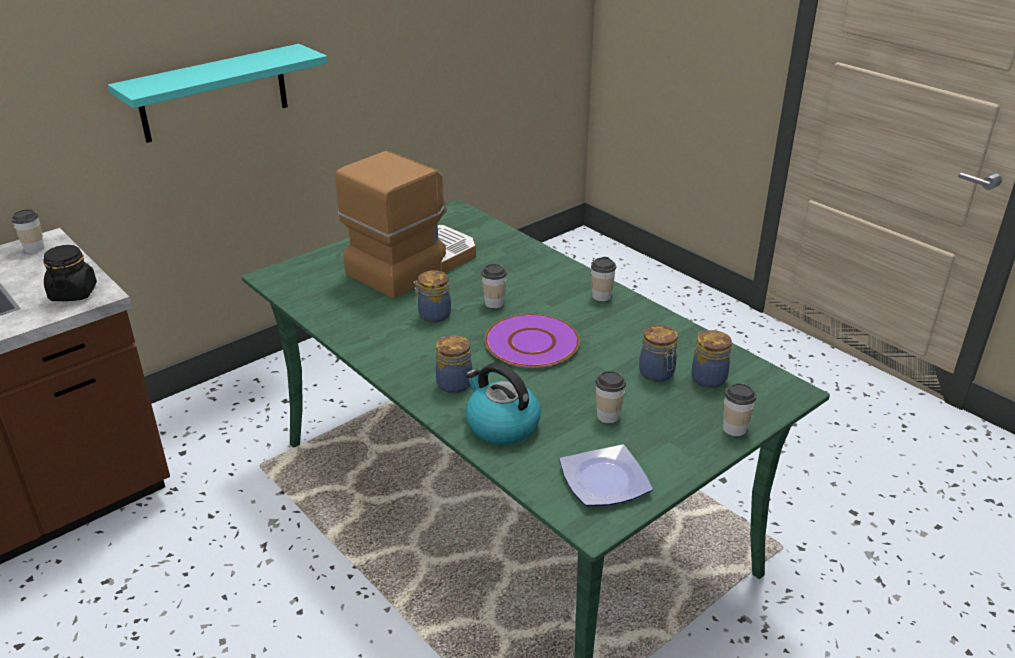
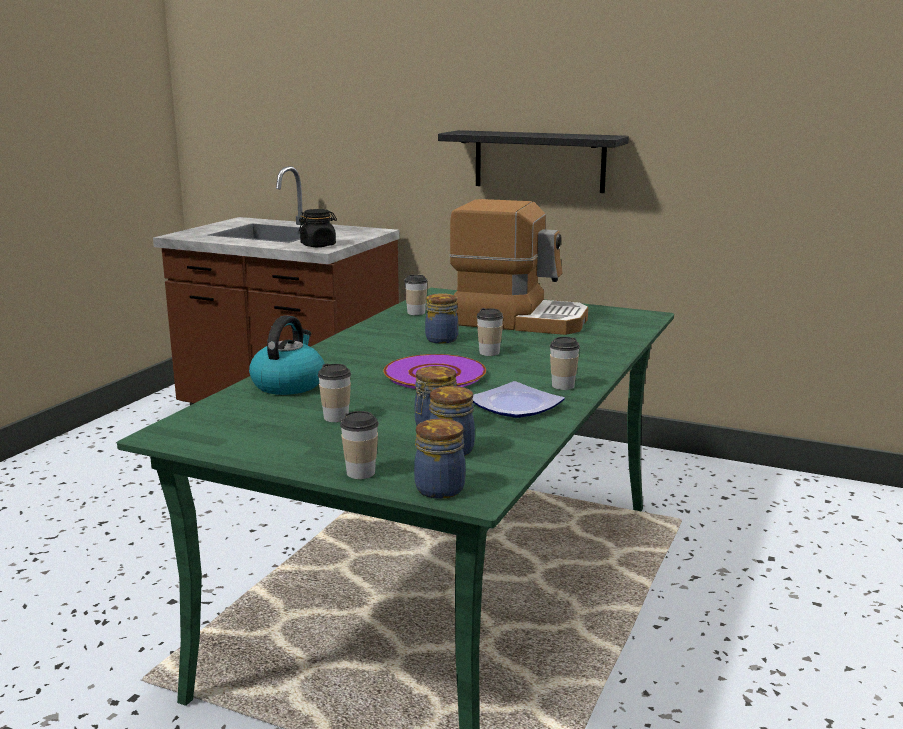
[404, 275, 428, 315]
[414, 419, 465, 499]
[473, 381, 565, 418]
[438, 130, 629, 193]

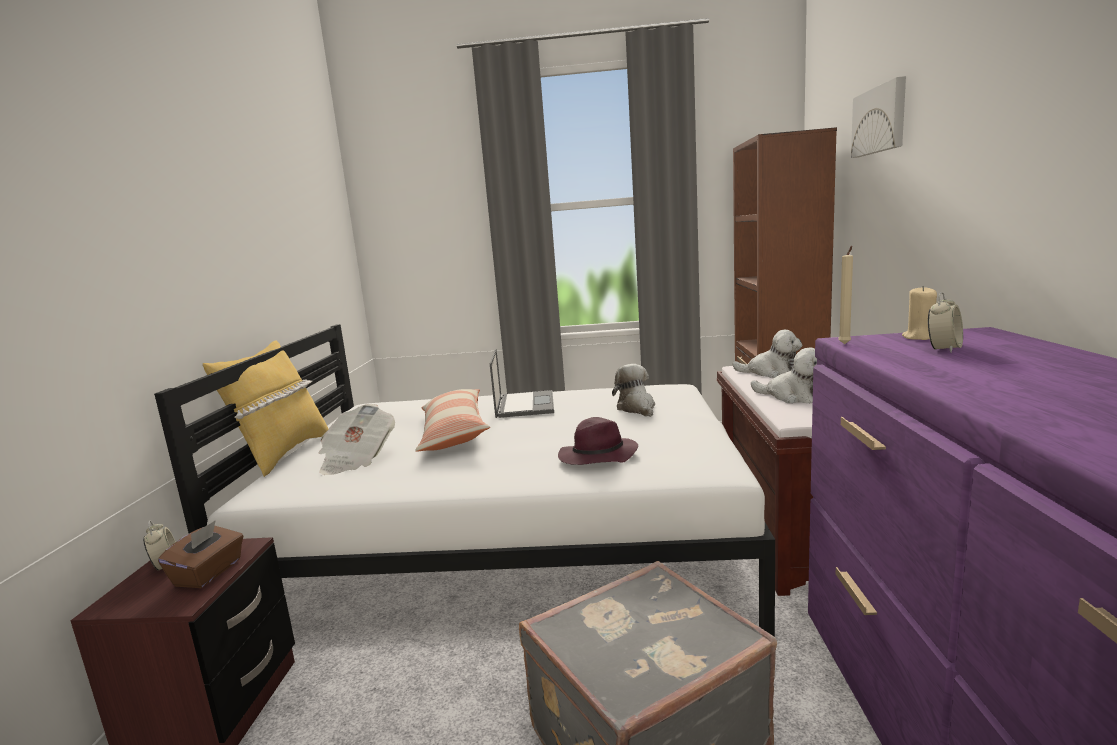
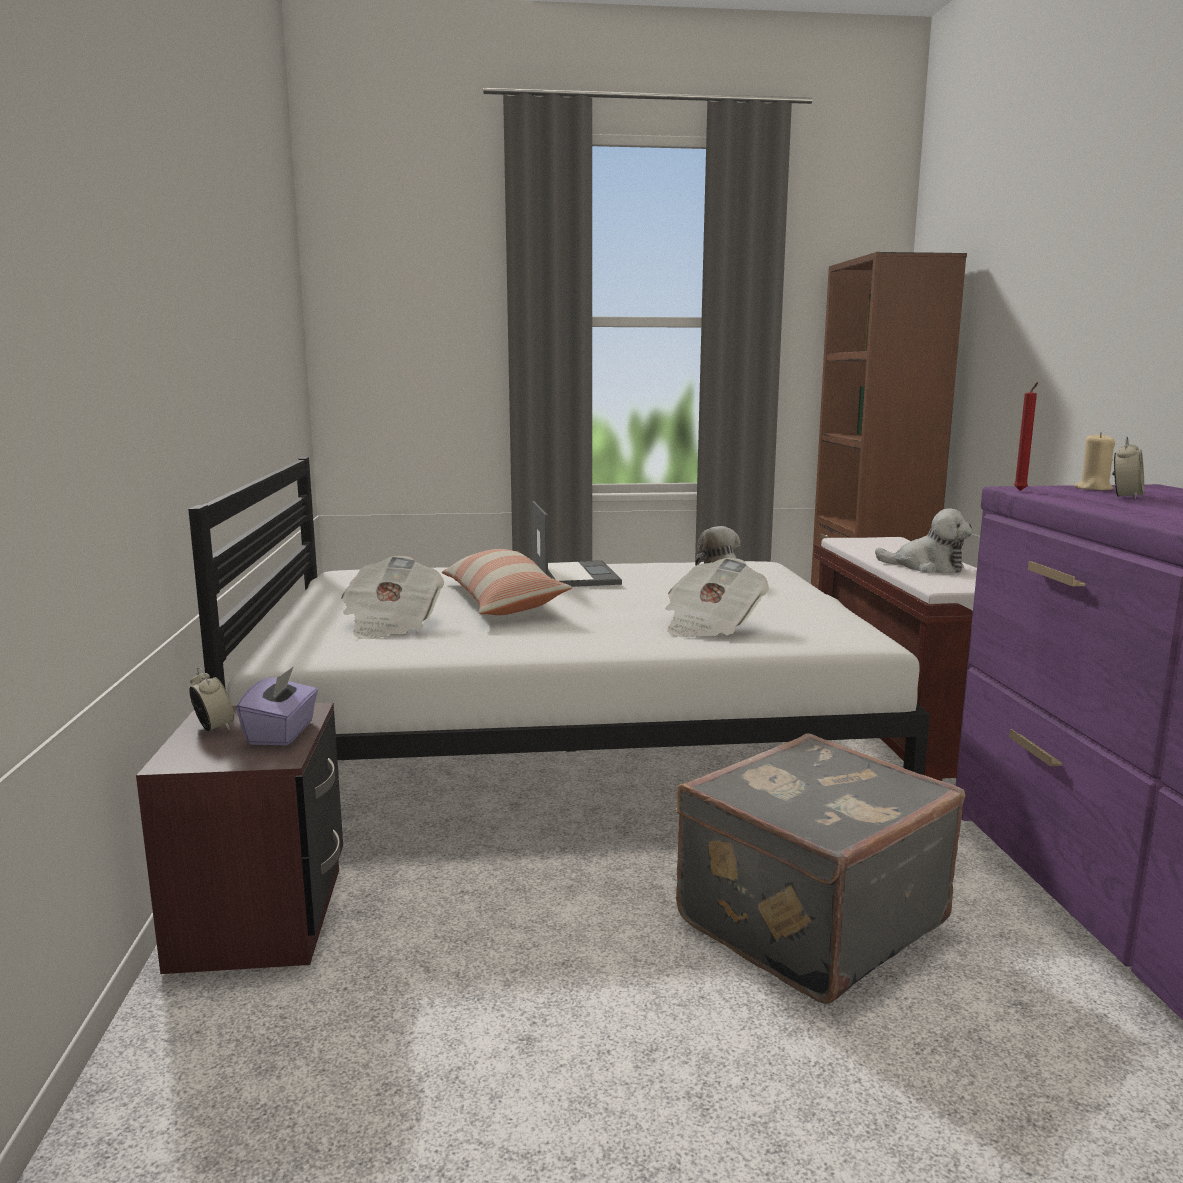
[203, 340, 329, 477] (first image)
[732, 330, 802, 378] (first image)
[851, 76, 906, 158] (first image)
[665, 558, 769, 637]
[236, 666, 318, 745]
[1014, 382, 1038, 491]

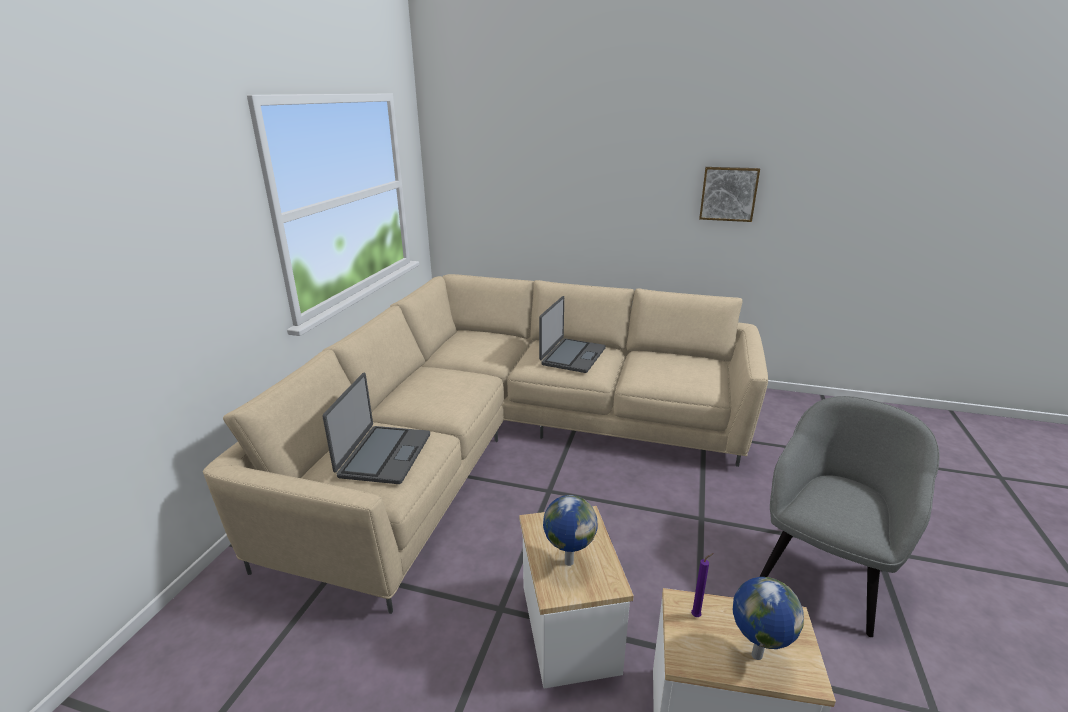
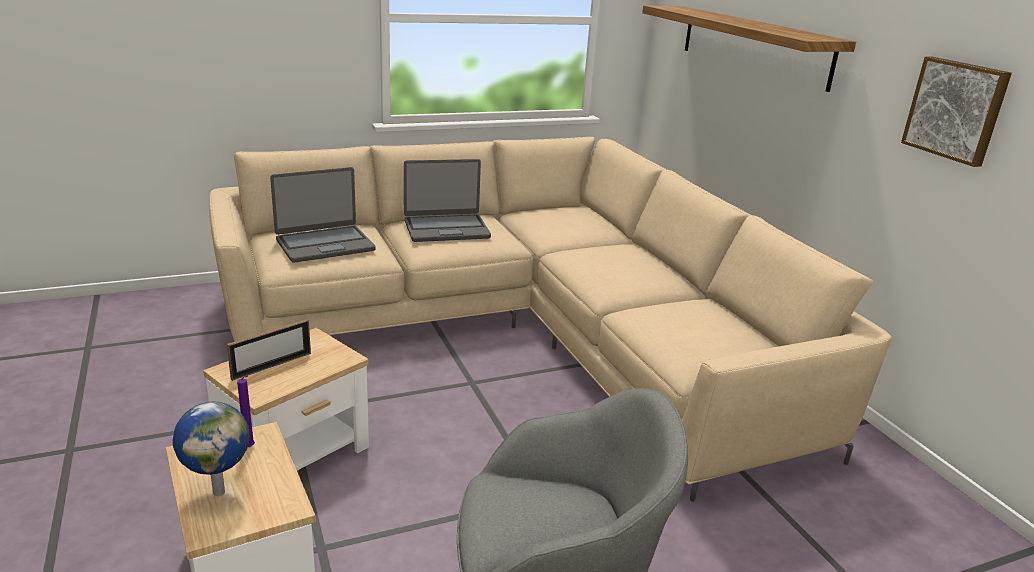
[642, 5, 856, 92]
[404, 159, 491, 242]
[227, 319, 311, 381]

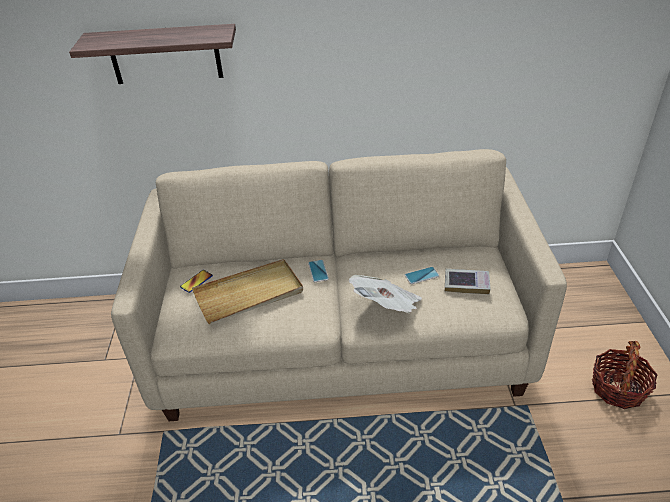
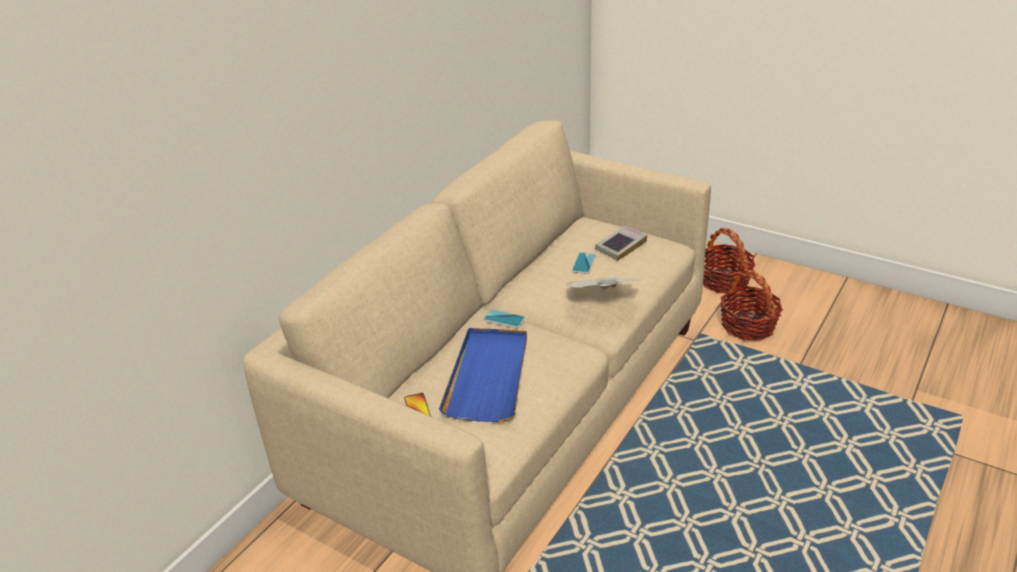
[69, 24, 236, 84] (first image)
[720, 270, 783, 341]
[439, 328, 527, 422]

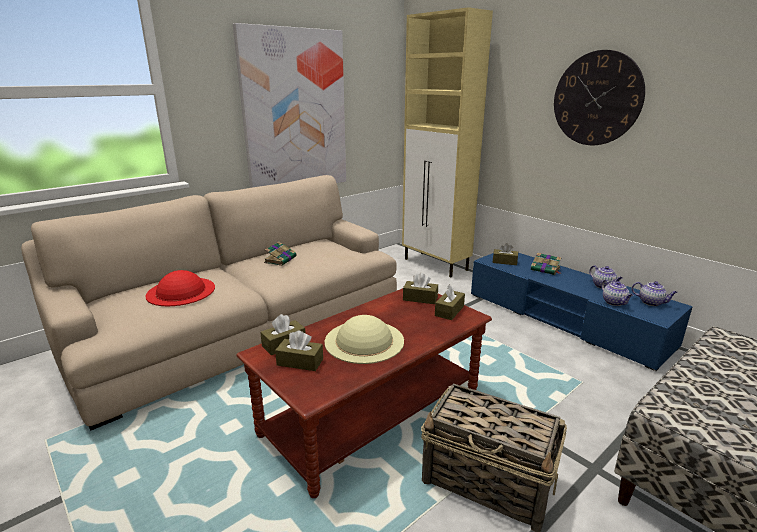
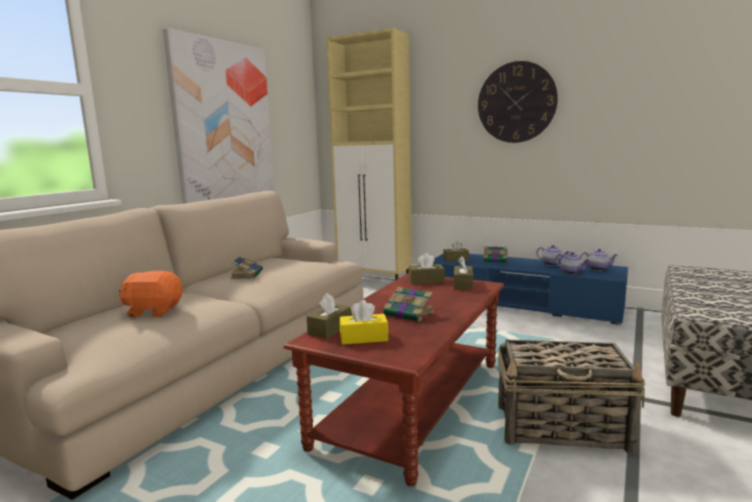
[119, 271, 183, 317]
[383, 287, 434, 322]
[339, 300, 389, 345]

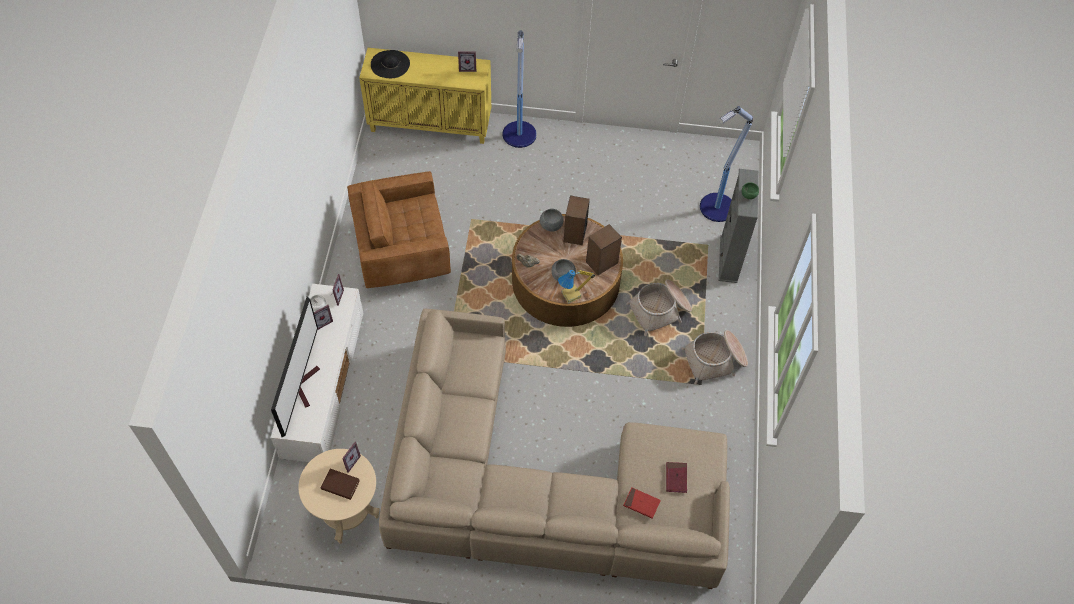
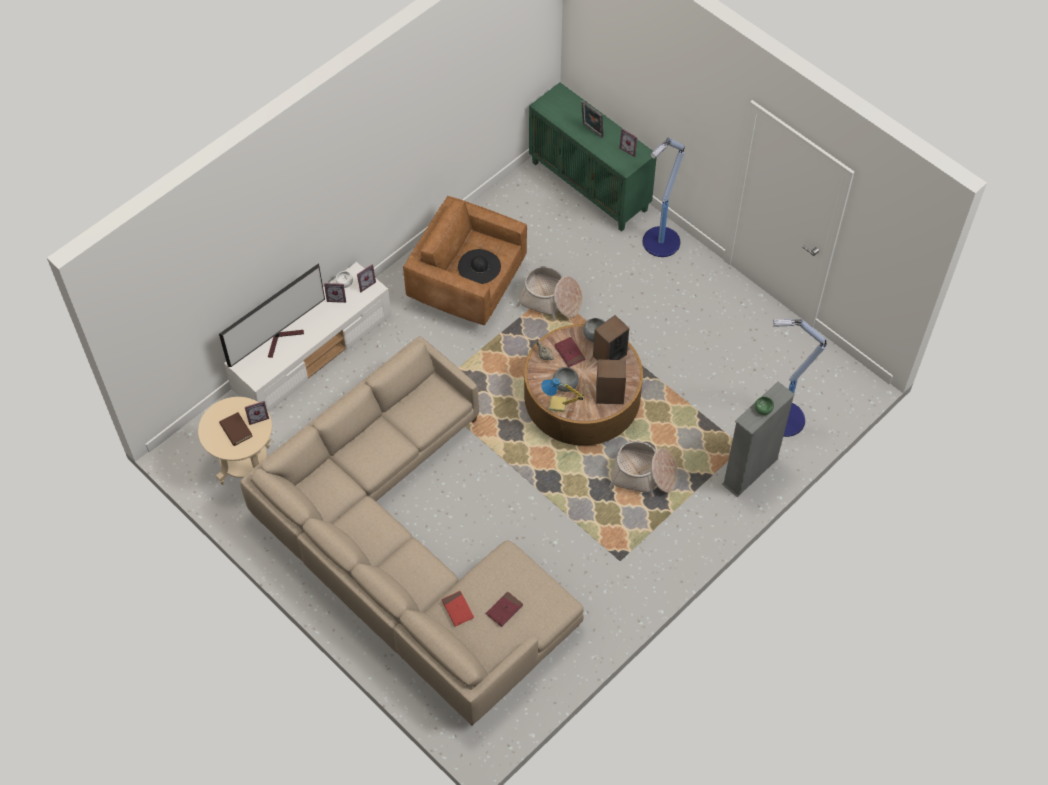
[554, 337, 585, 367]
[581, 101, 604, 138]
[458, 249, 501, 284]
[516, 266, 583, 320]
[529, 83, 657, 232]

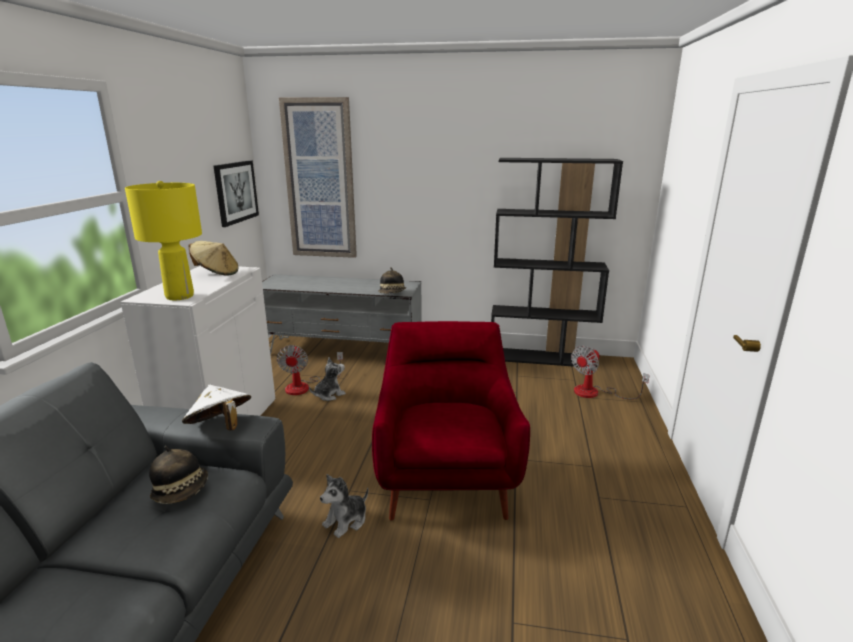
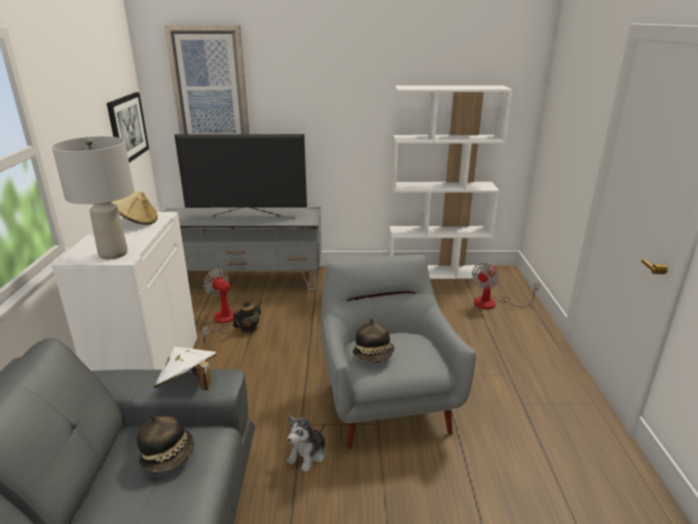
[174, 134, 307, 217]
[353, 319, 394, 363]
[233, 300, 262, 332]
[52, 136, 134, 259]
[321, 255, 476, 449]
[389, 86, 513, 279]
[202, 269, 234, 343]

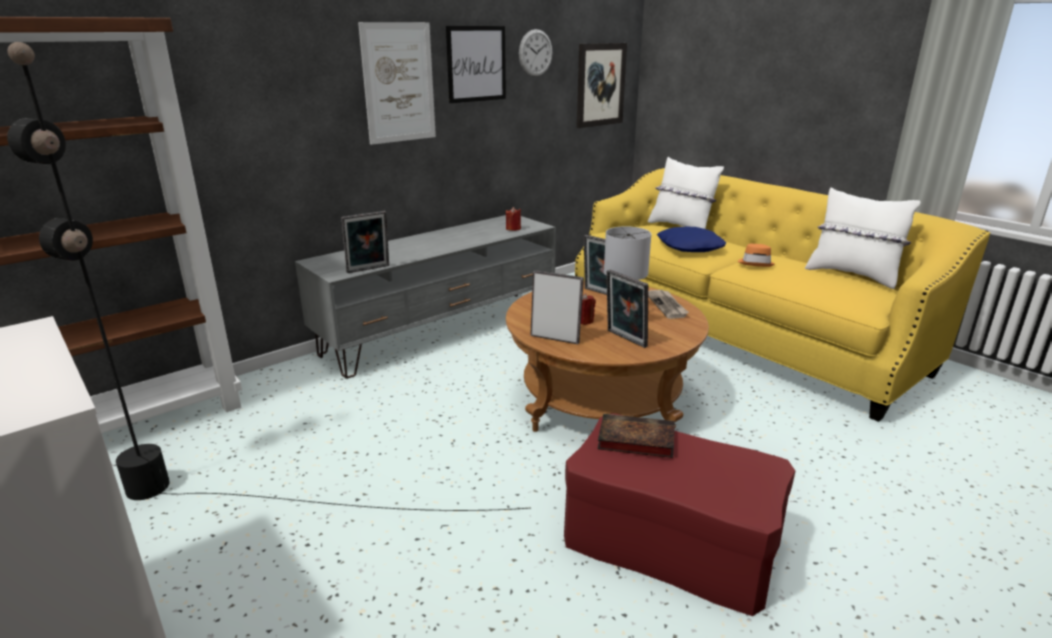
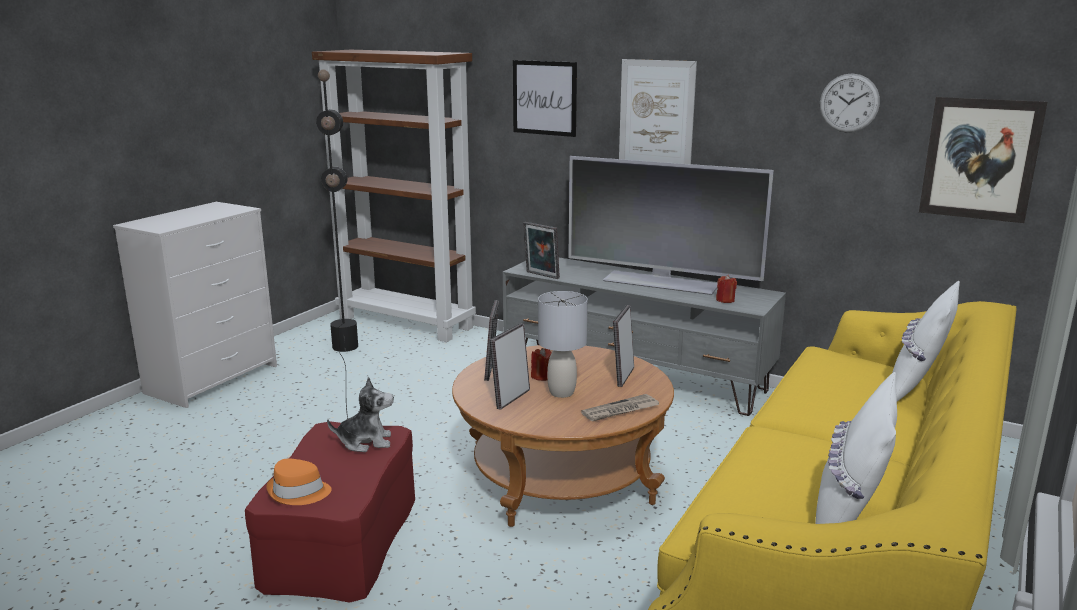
[657, 226, 726, 252] (first image)
[568, 156, 774, 295]
[513, 60, 577, 137]
[266, 459, 332, 505]
[327, 377, 394, 452]

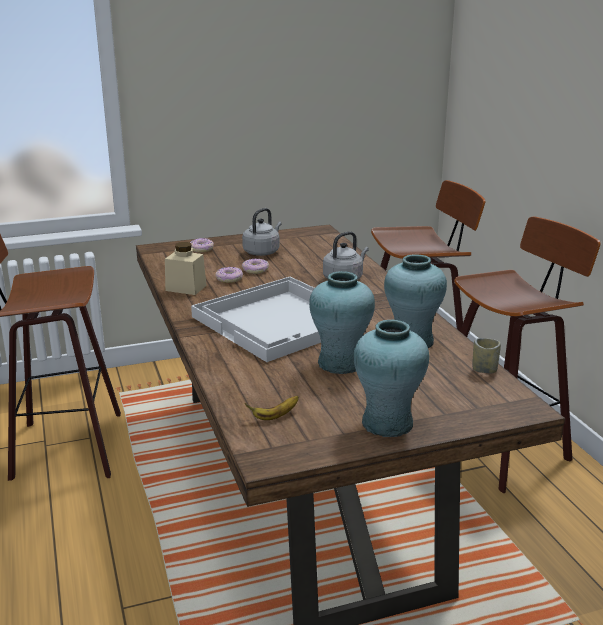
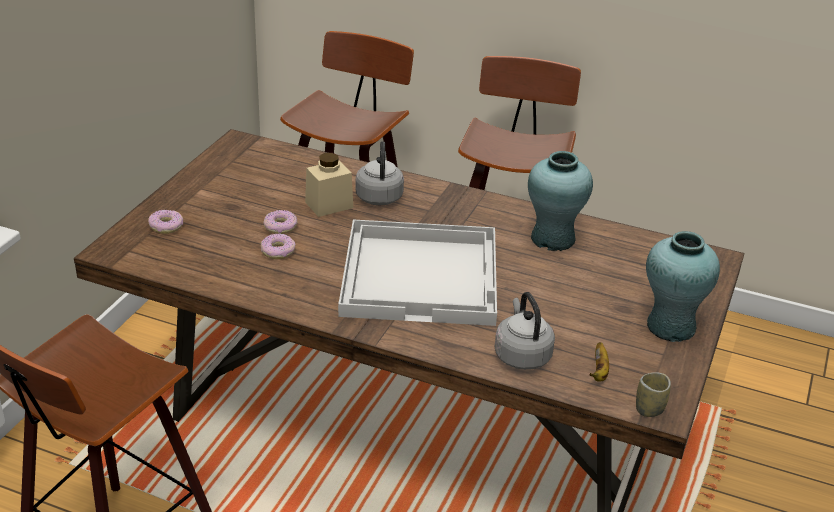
[309, 271, 375, 374] (first image)
[305, 153, 353, 217]
[495, 292, 555, 370]
[636, 372, 671, 417]

